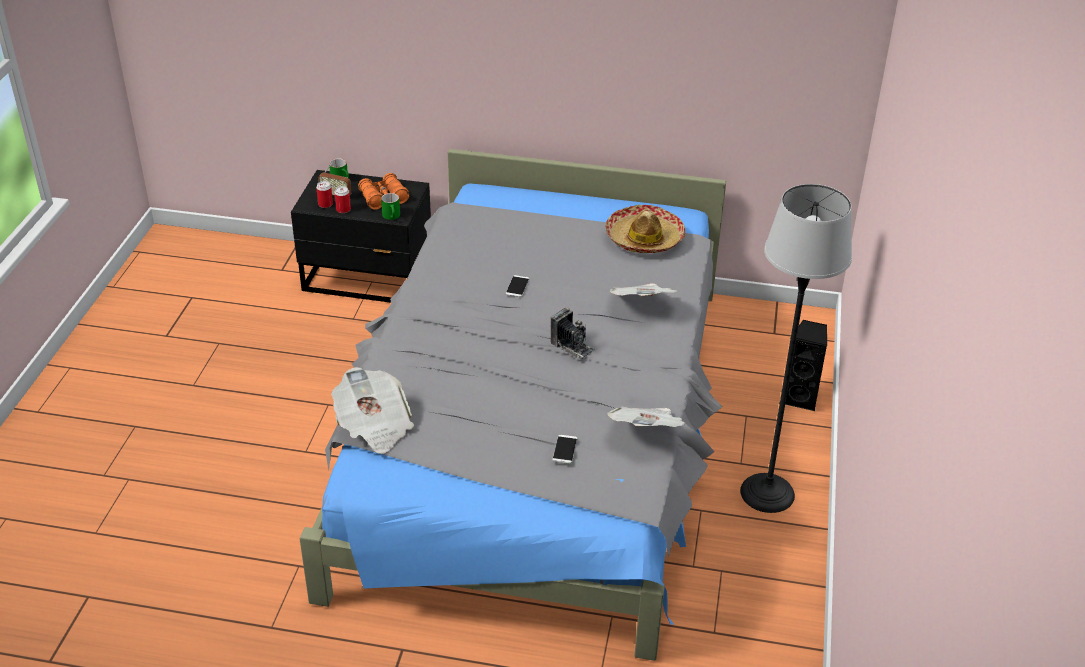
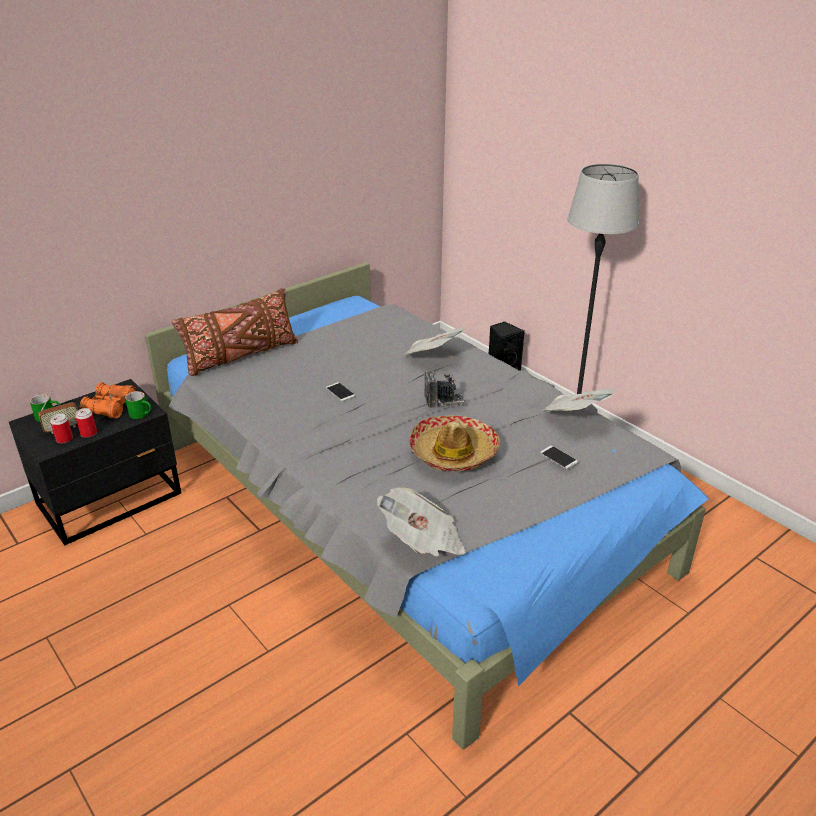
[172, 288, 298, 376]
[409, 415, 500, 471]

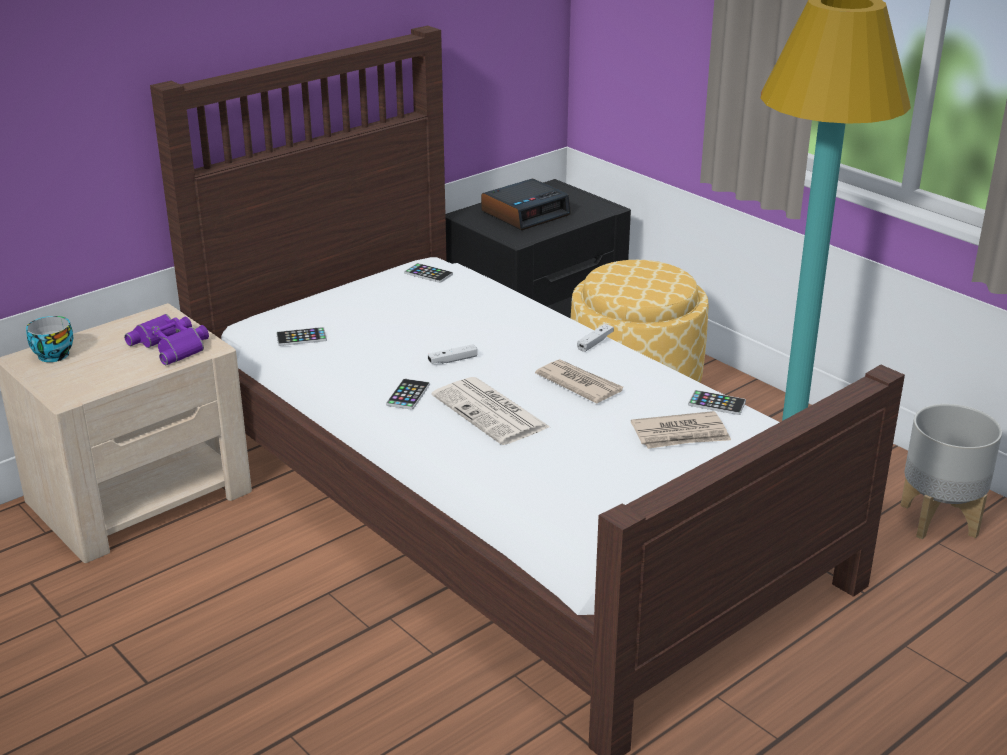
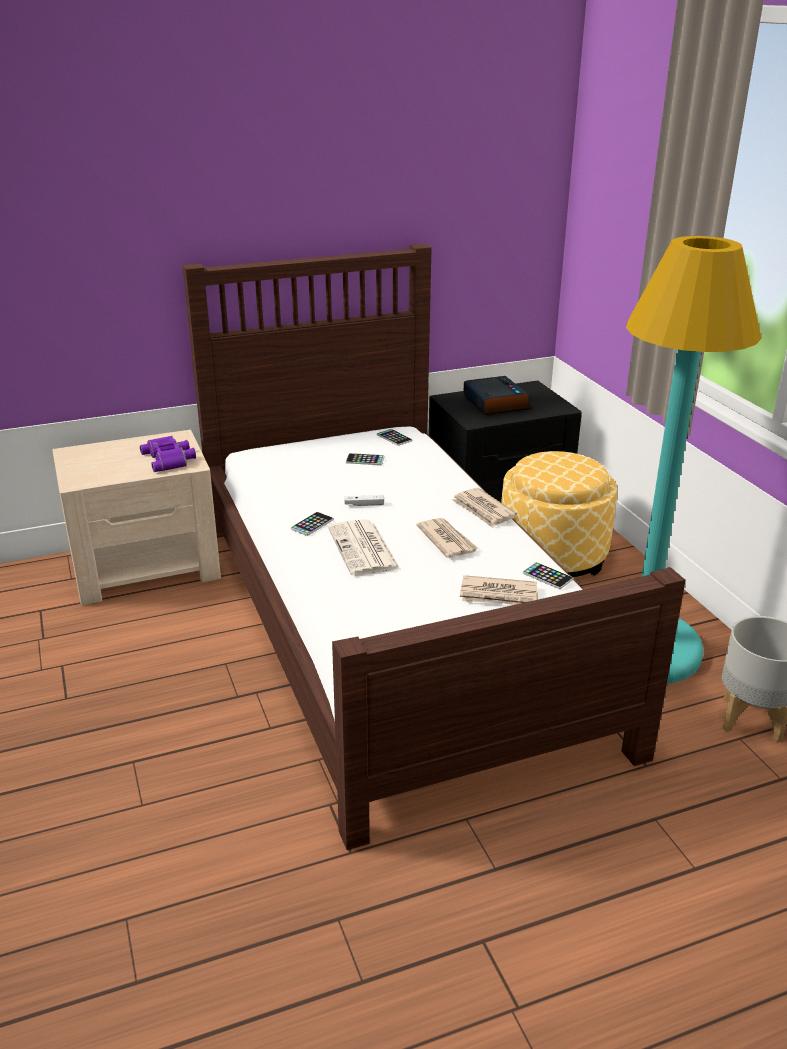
[26, 316, 73, 362] (first image)
[346, 453, 384, 465]
[452, 488, 517, 528]
[463, 376, 530, 415]

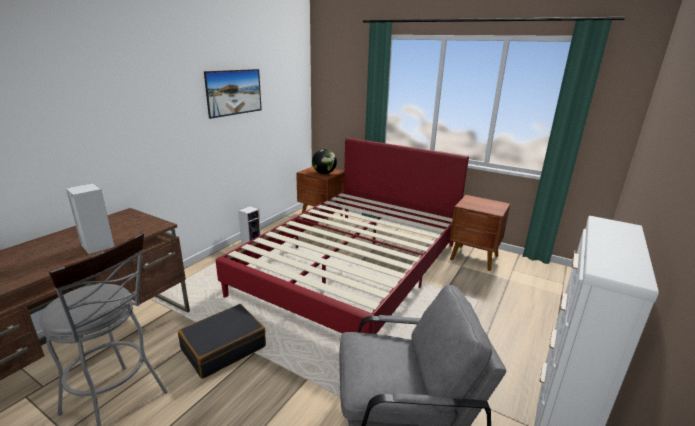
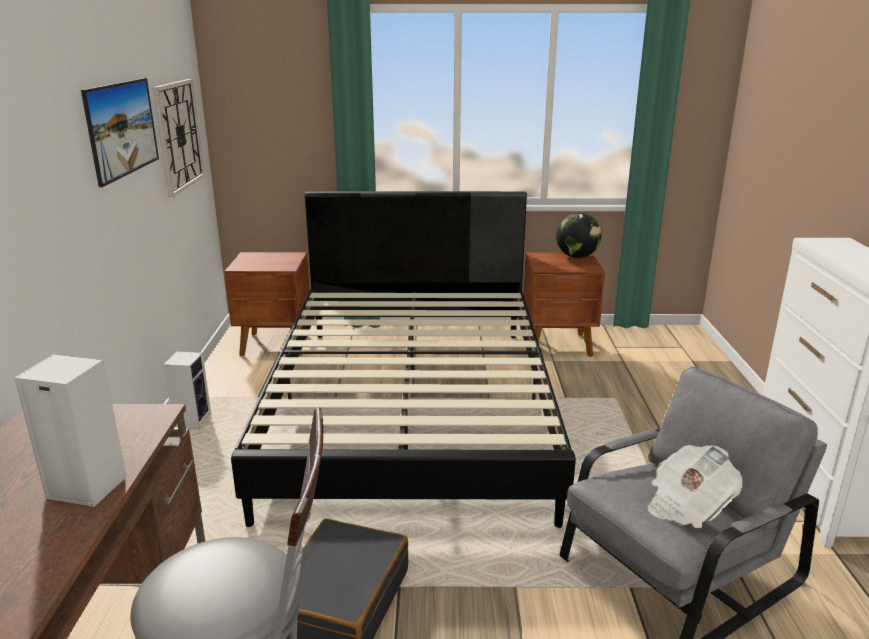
[152, 79, 205, 197]
[648, 445, 743, 528]
[556, 213, 602, 258]
[231, 191, 576, 528]

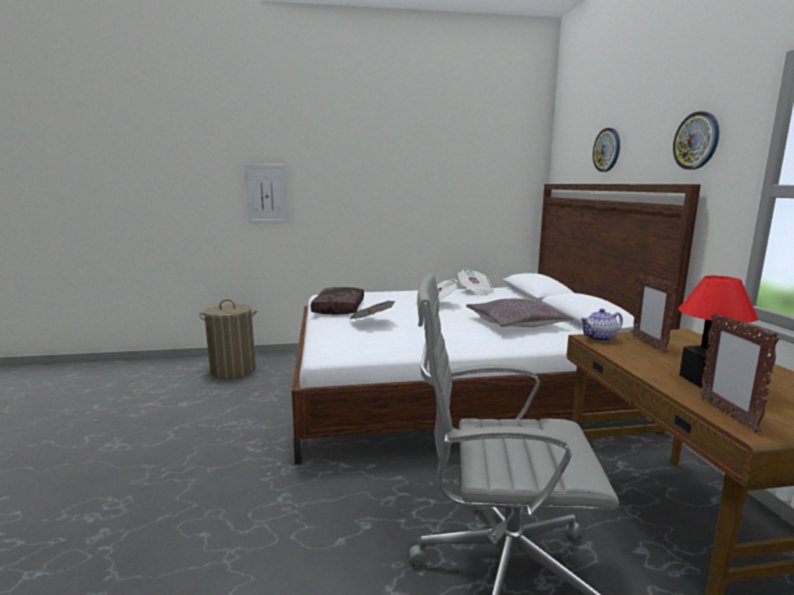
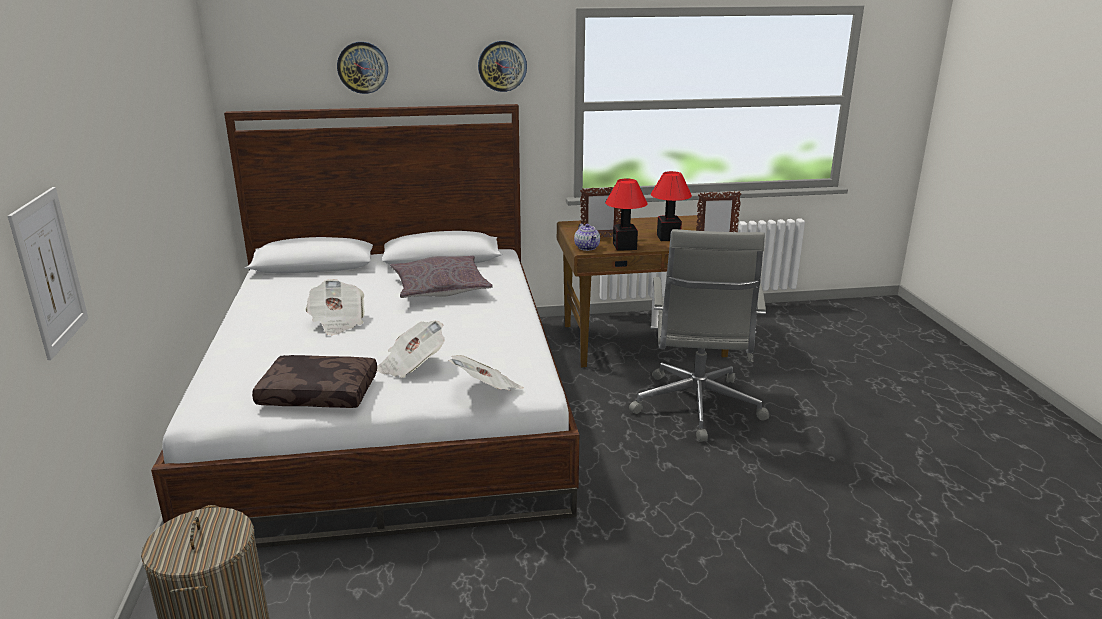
[605, 179, 648, 251]
[448, 355, 524, 391]

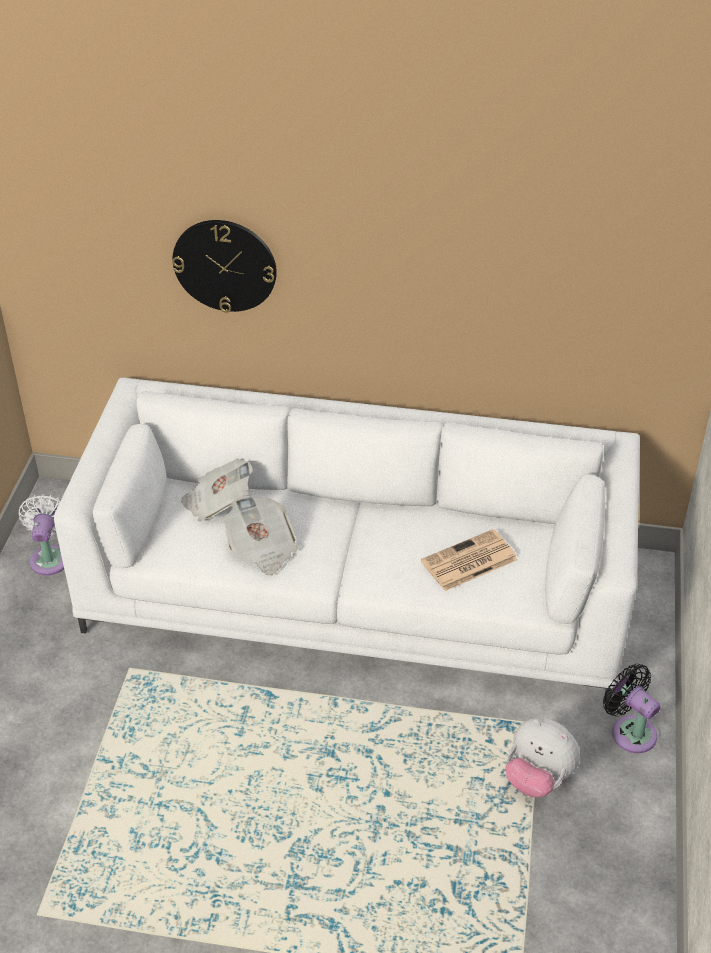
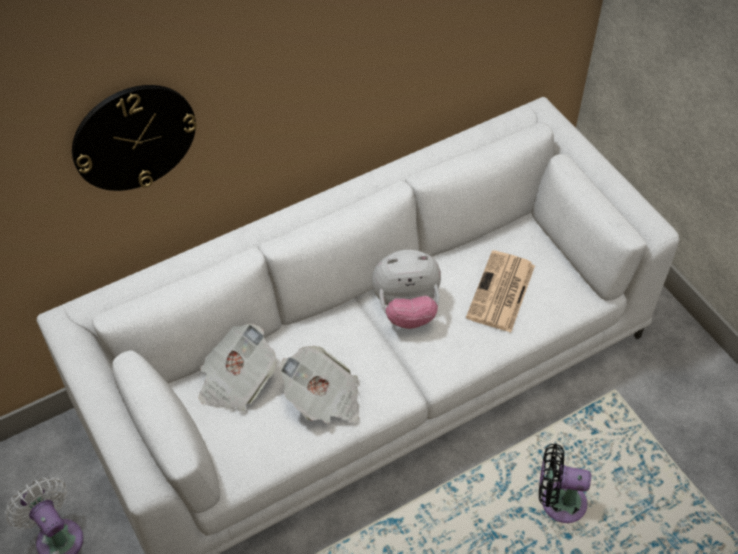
[372, 250, 441, 329]
[539, 443, 591, 523]

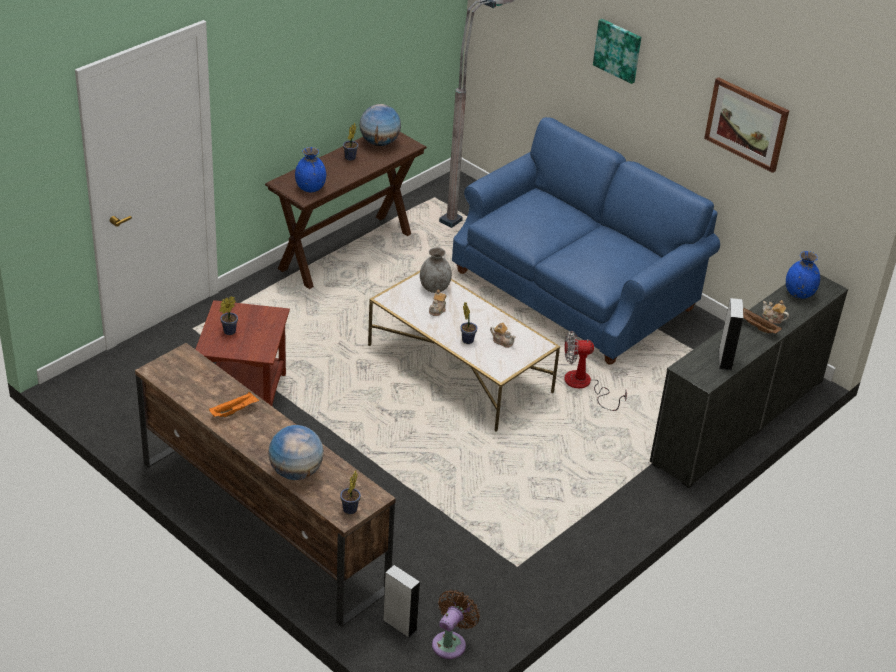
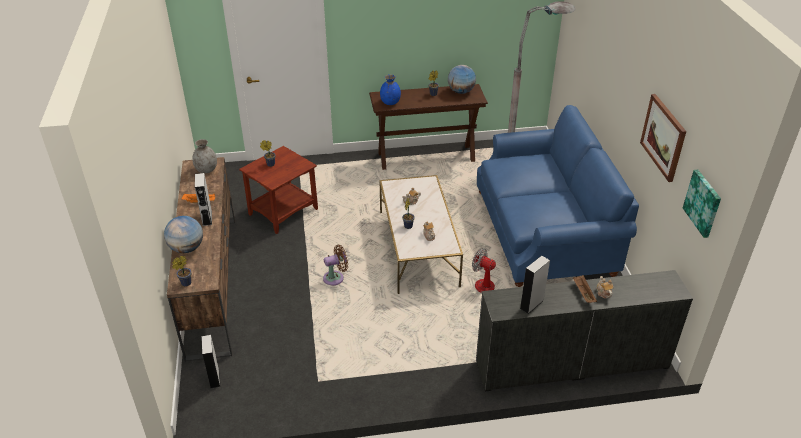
[786, 251, 820, 299] (first image)
[195, 173, 212, 226]
[192, 139, 217, 173]
[323, 245, 348, 285]
[683, 170, 721, 238]

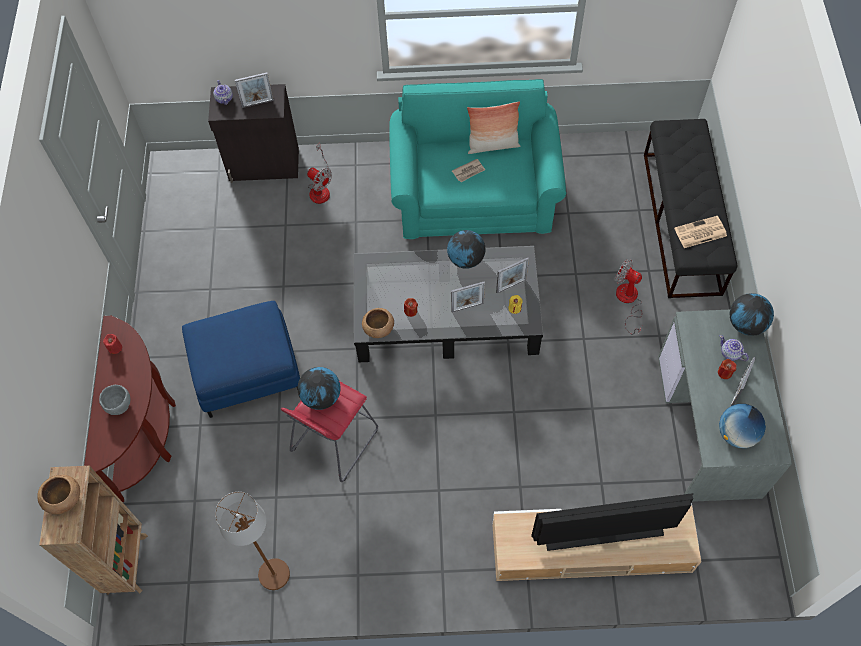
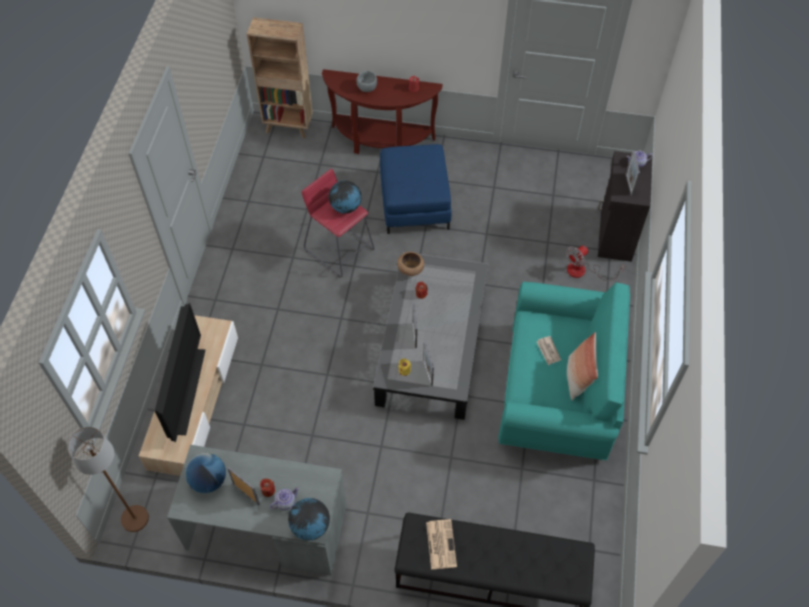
[37, 475, 80, 515] (first image)
[447, 230, 486, 269] (first image)
[615, 259, 642, 335] (first image)
[67, 427, 149, 532]

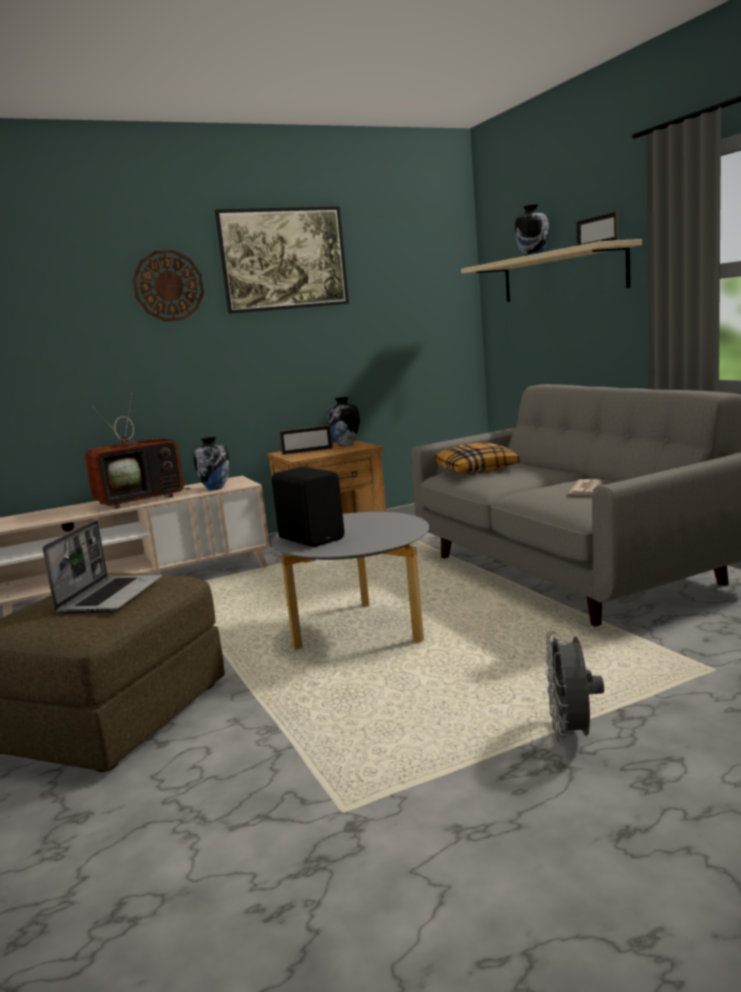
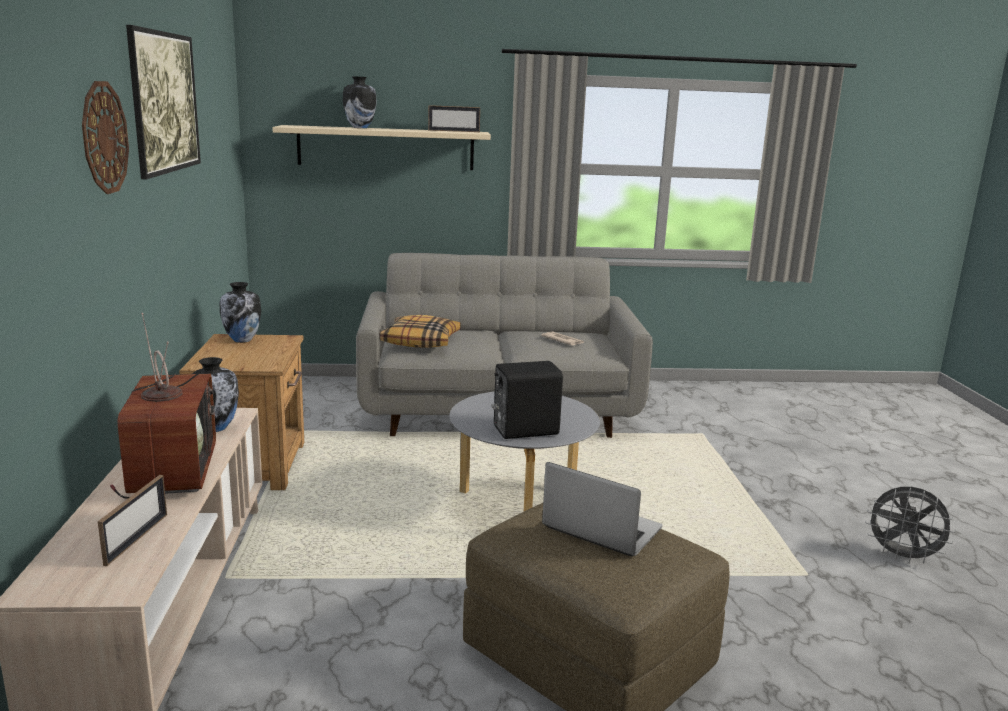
[98, 475, 167, 566]
[865, 487, 956, 564]

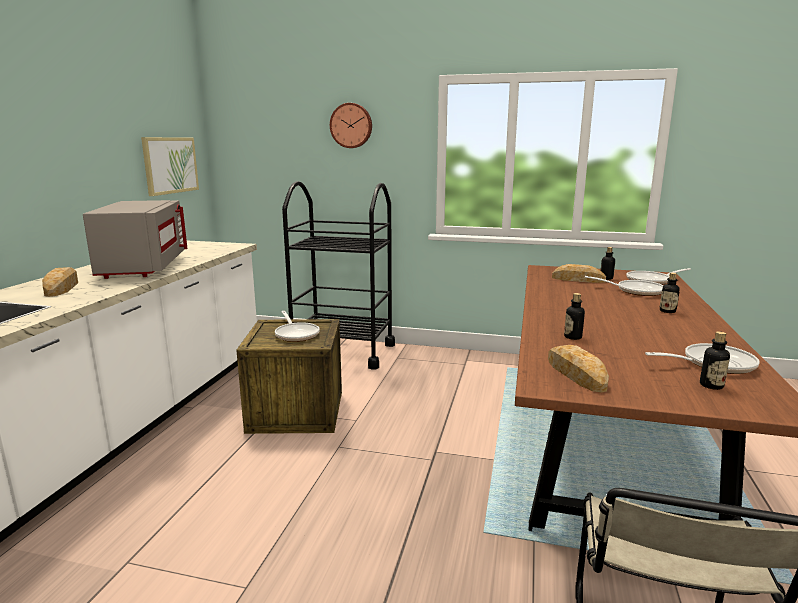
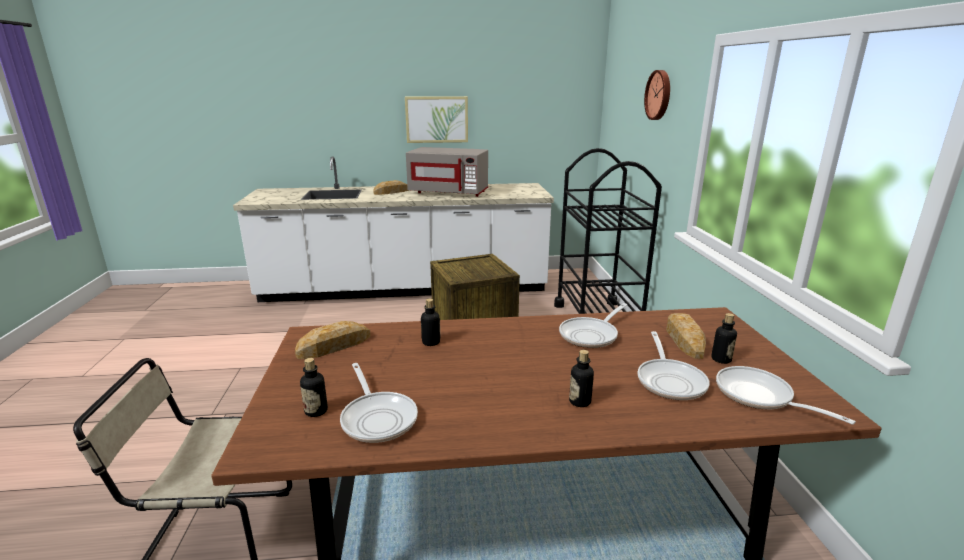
[405, 96, 468, 143]
[559, 303, 627, 348]
[406, 147, 488, 197]

